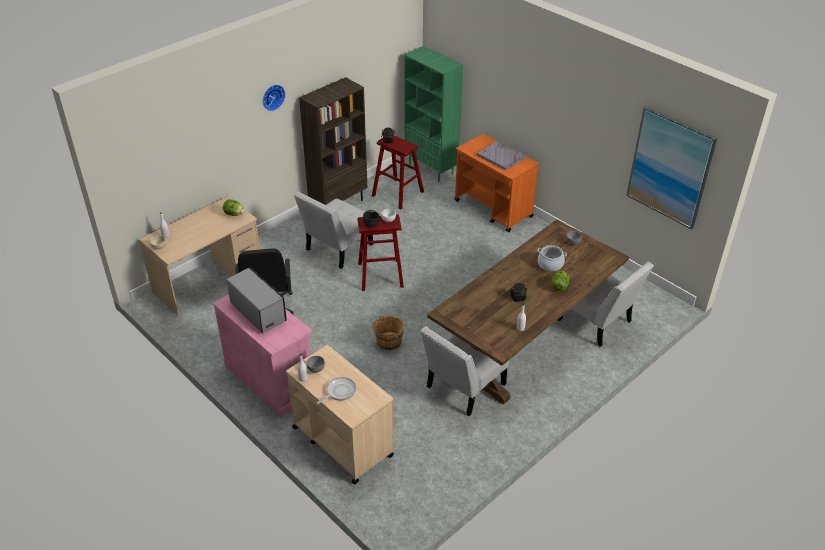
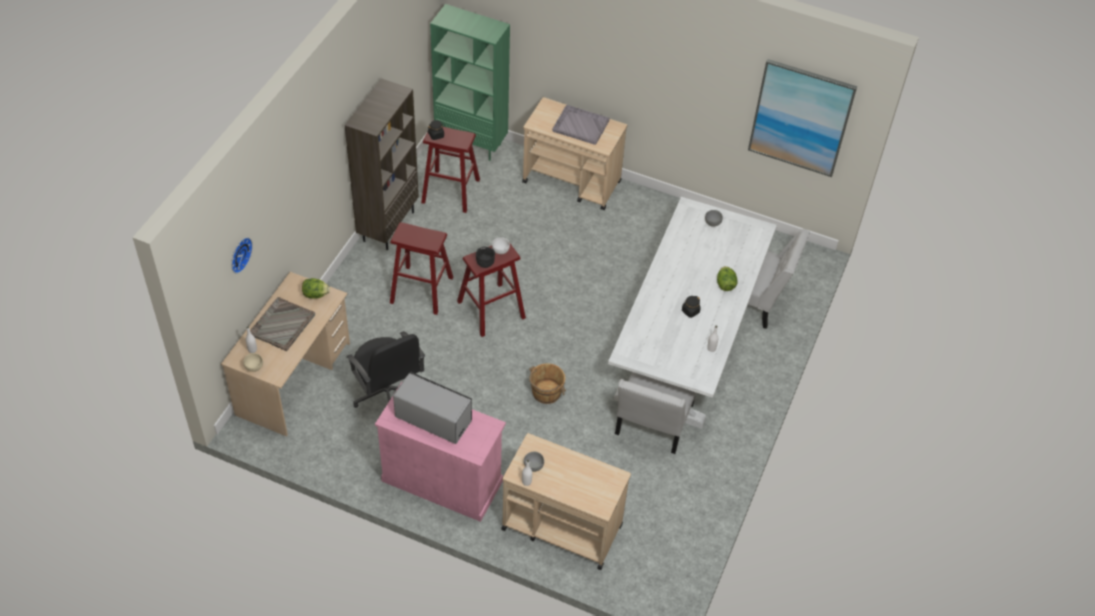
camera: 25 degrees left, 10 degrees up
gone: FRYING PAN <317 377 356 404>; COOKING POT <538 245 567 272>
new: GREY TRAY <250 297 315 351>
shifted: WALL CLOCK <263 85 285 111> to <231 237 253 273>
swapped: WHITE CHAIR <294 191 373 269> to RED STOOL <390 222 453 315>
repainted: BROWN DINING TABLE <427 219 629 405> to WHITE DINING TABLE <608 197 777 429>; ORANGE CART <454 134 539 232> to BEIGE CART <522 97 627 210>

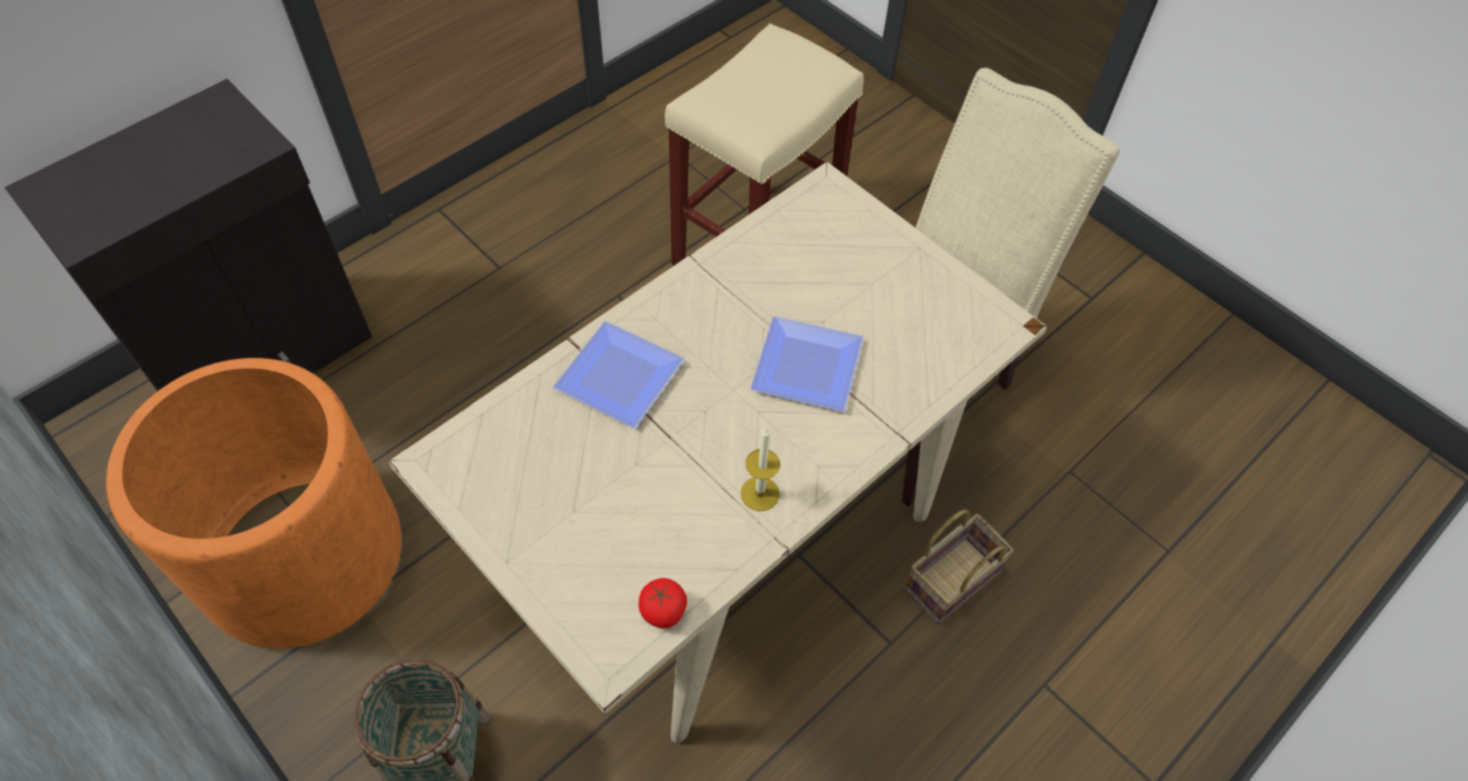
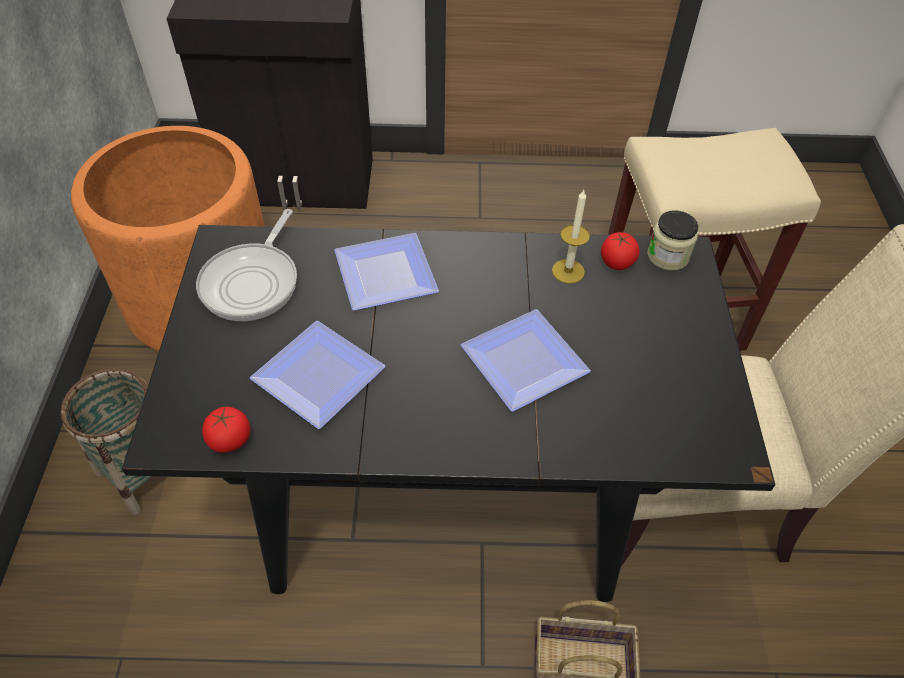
camera: 45 degrees right, 5 degrees down
new: FRYING PAN <196 209 297 321>; PLATE <250 321 385 429>; TOMATO <601 232 640 270>; JAR <647 211 698 270>
shifted: CANDLE <741 427 780 511> to <552 190 590 284>
repainted: BEIGE DINING TABLE <388 162 1047 743> to BLACK DINING TABLE <122 225 775 602>

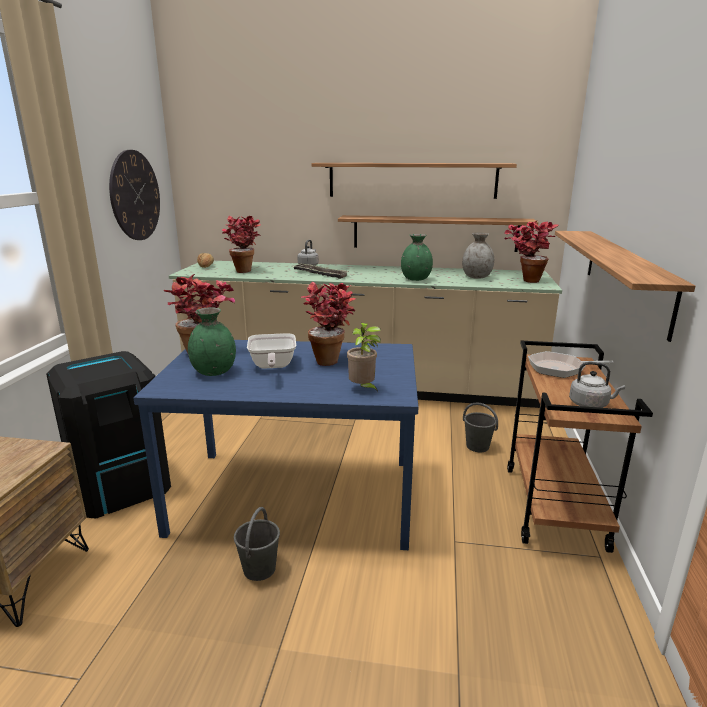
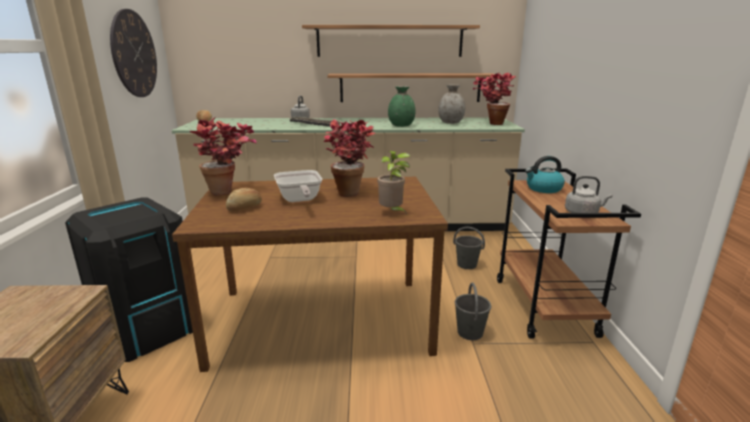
camera: 10 degrees left, 0 degrees up
gone: POTTED PLANT <222 216 261 273>; SHELF <555 231 695 342>
shifted: GREY BUCKET <234 507 280 581> to <455 282 491 340>
swapped: GREEN VASE <188 308 236 376> to BREAD <226 188 262 212>; FRYING PAN <528 351 614 378> to KETTLE <525 156 565 193>
repainted: BLUE DINING TABLE <133 340 418 550> to BROWN DINING TABLE <172 177 448 372>

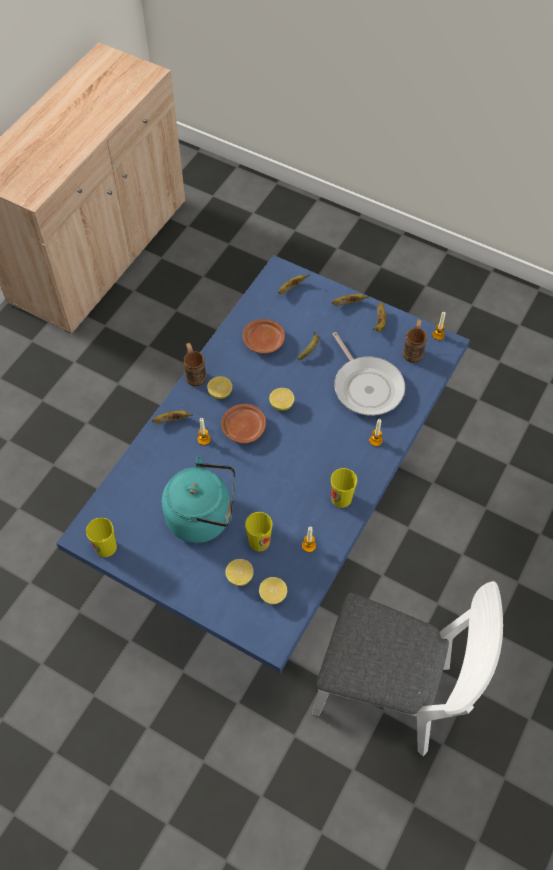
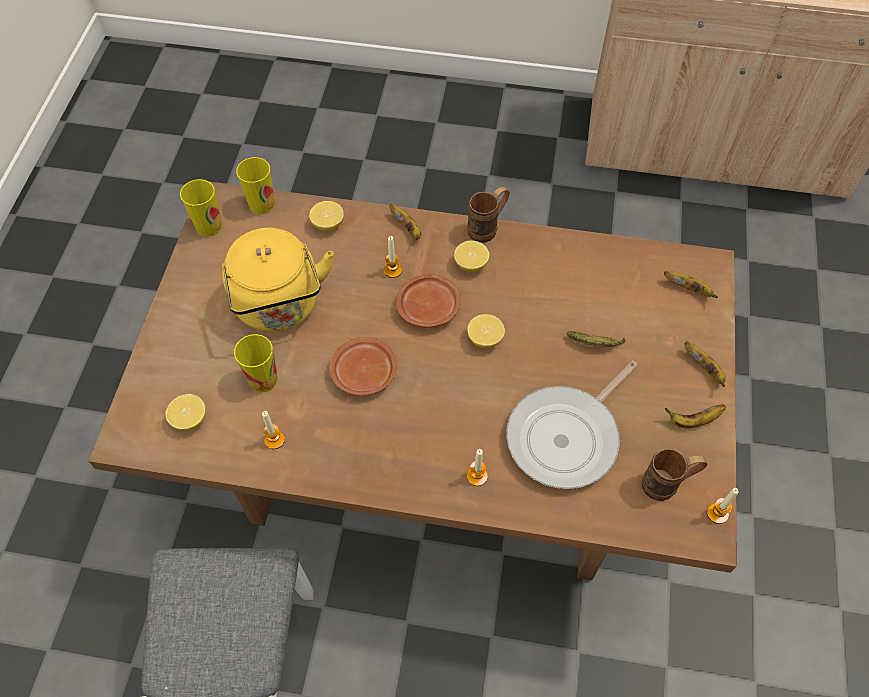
camera: 70 degrees right, 0 degrees up
shifted: LEMON <225 559 254 586> to <309 201 344 231>; BROWN PLATE <243 319 285 354> to <329 337 397 396>; CUP <331 468 357 508> to <236 157 275 214>
repainted: BLUE DINING TABLE <56 255 470 673> to BROWN DINING TABLE <88 181 737 581>; TURQUOISE KETTLE <162 456 235 543> to YELLOW KETTLE <222 228 334 332>

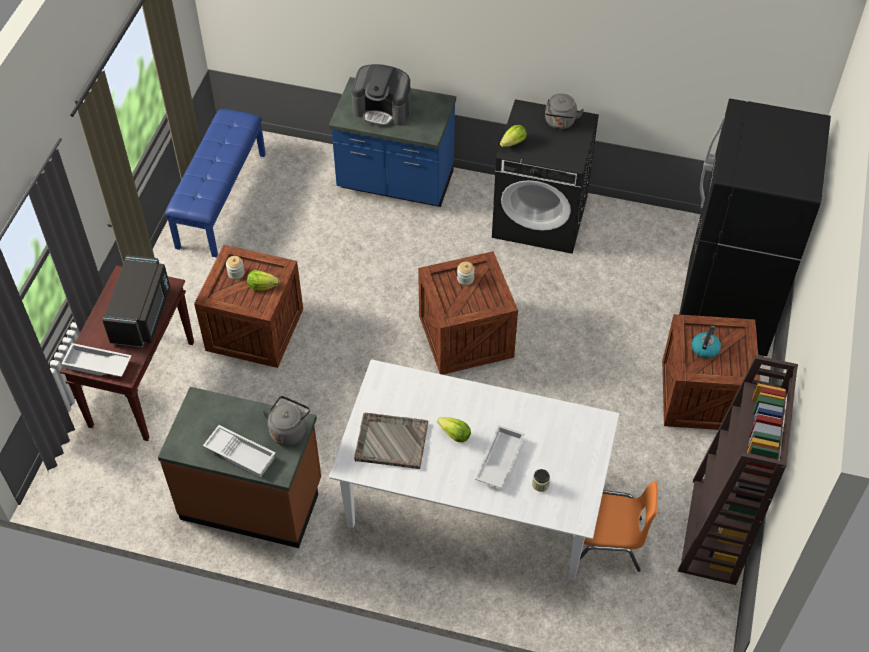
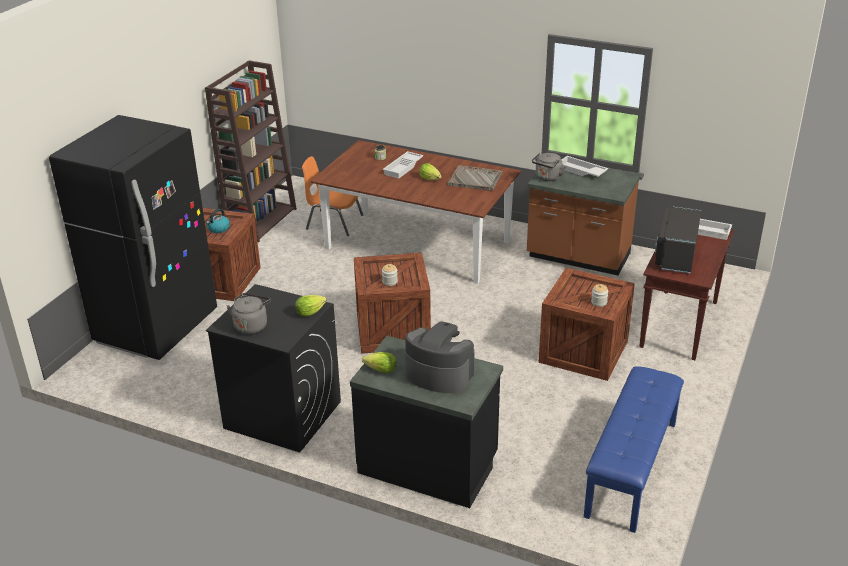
camera: 170 degrees left, 20 degrees down
shifted: LETTUCE <247 270 280 290> to <362 352 396 373>
repainted: BLUE COUNTER <329 77 456 207> to BLACK COUNTER <350 336 503 508>; WHITE DINING TABLE <329 359 619 580> to BROWN DINING TABLE <311 140 521 284>

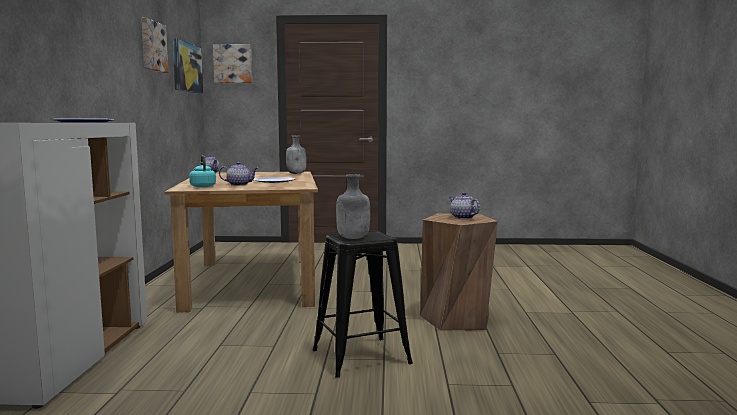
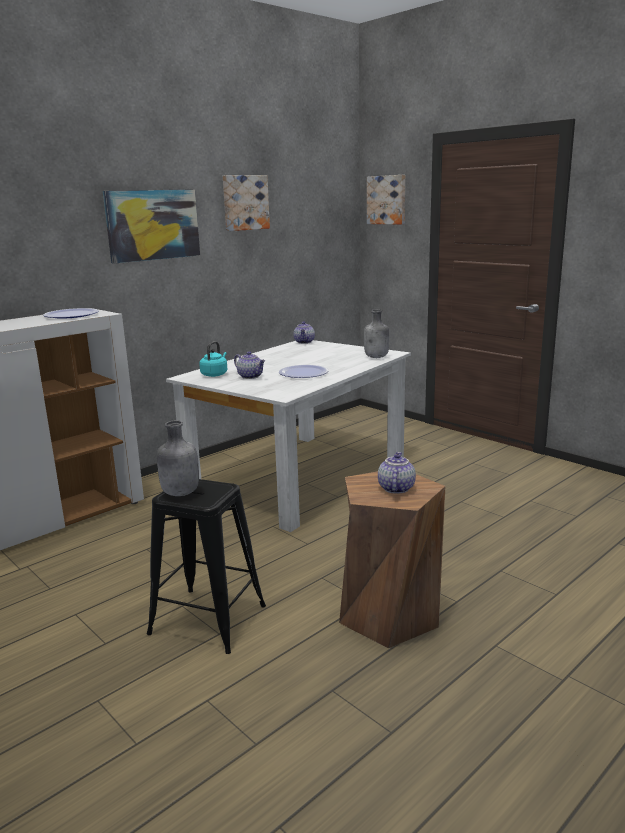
camera: 45 degrees right, 10 degrees up
shifted: PICTURE <173 38 203 93> to <103 189 200 263>
repainted: BROWN DINING TABLE <165 171 318 313> to WHITE DINING TABLE <166 340 411 532>

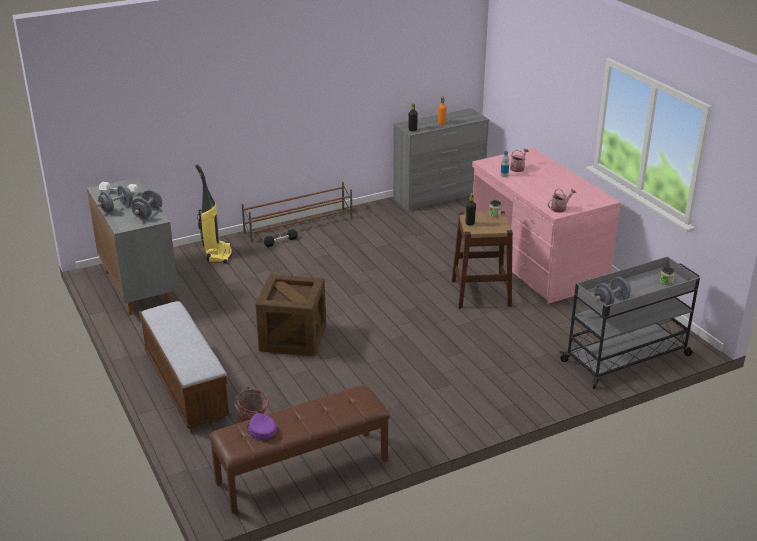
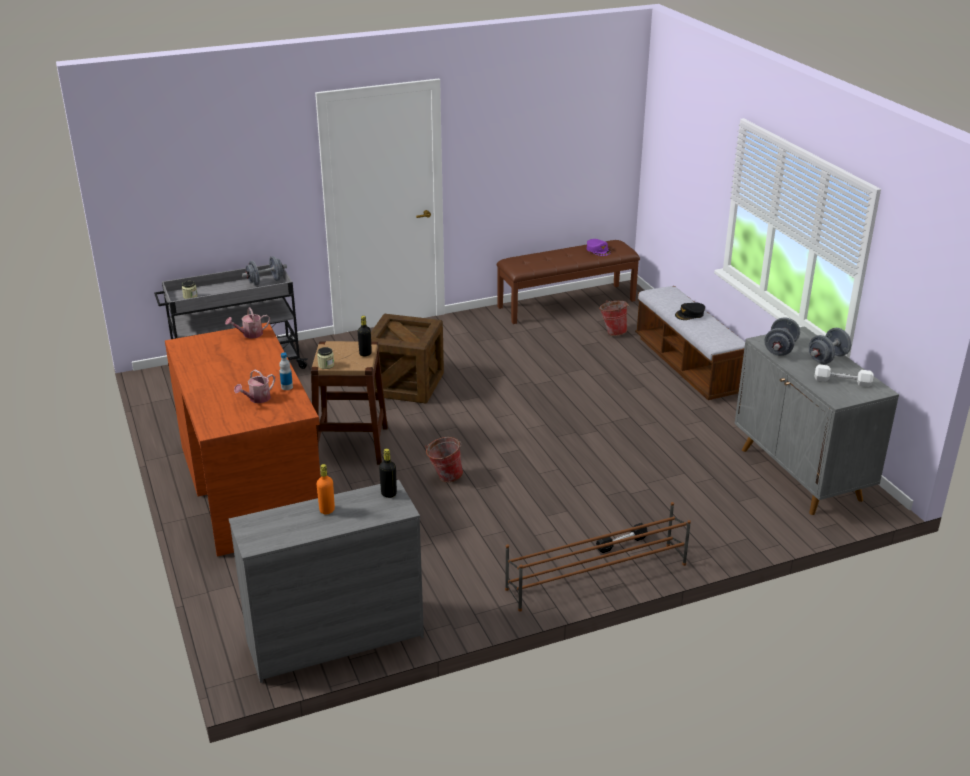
camera: 175 degrees left, 0 degrees up
gone: VACUUM CLEANER <195 164 232 263>
new: BUCKET <425 437 463 483>; BLACK CAP <675 302 705 320>
shifted: CRATE <255 274 326 356> to <367 314 444 404>
repainted: PINK DESK <472 148 621 304> to BROWN DESK <165 322 321 557>

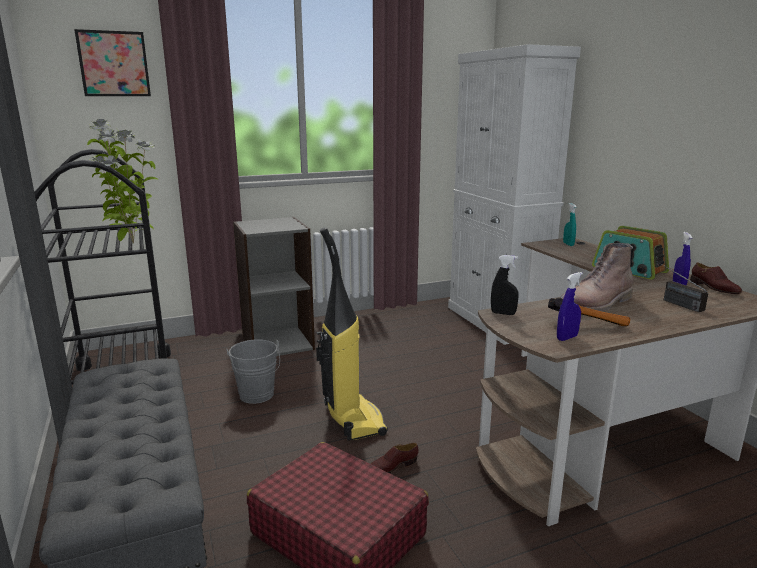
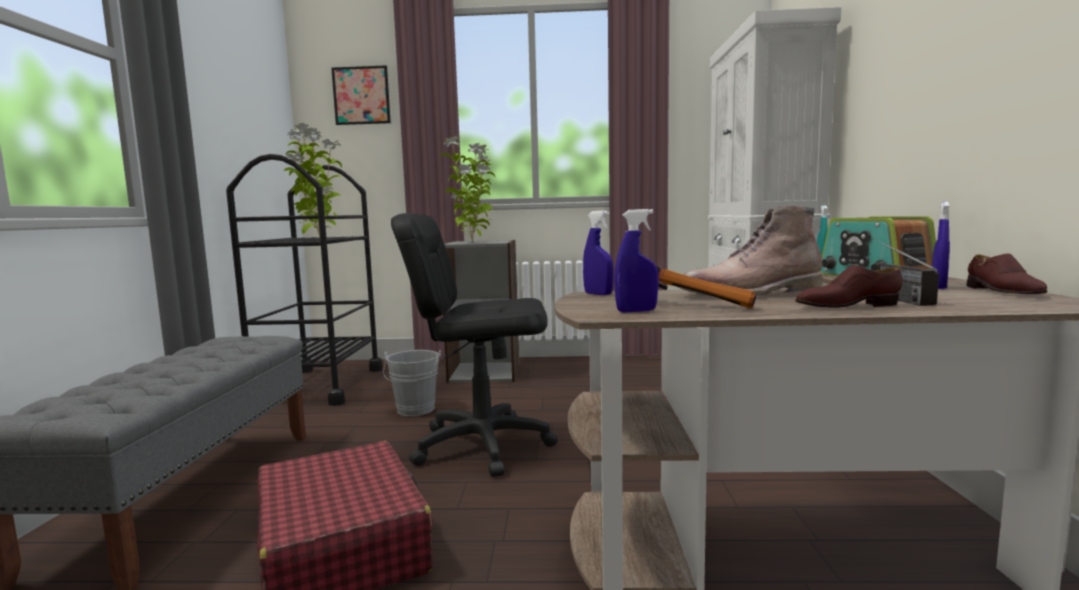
camera: 25 degrees right, 10 degrees down
new: POTTED PLANT <440 136 496 242>
shifted: BROWN SHOE <371 443 419 473> to <795 264 903 308>
swapped: VACUUM CLEANER <316 227 388 441> to BLACK OFFICE CHAIR <391 213 557 477>
repainted: BLACK SPRAY BOTTLE <491 255 519 315> to BLUE SPRAY BOTTLE <583 210 614 295>

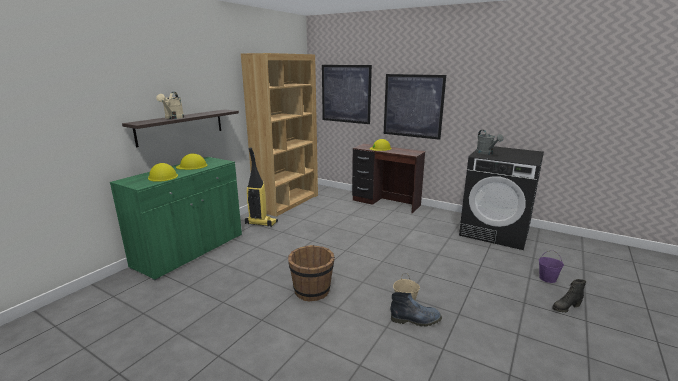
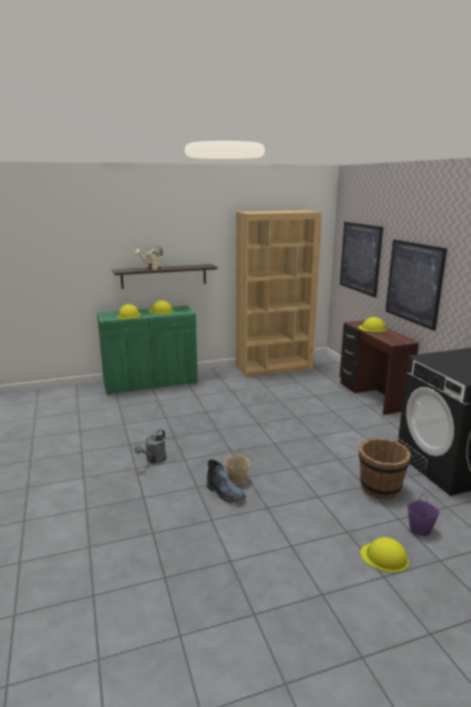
camera: 40 degrees right, 0 degrees up
gone: VACUUM CLEANER <245 148 278 227>
shifted: BROWN BUCKET <288 245 335 302> to <359 438 411 499>; GREY WATERING CAN <476 130 504 154> to <135 429 166 463>
swapped: BLACK BOOT <552 279 586 312> to YELLOW HARD HAT <361 537 409 573>

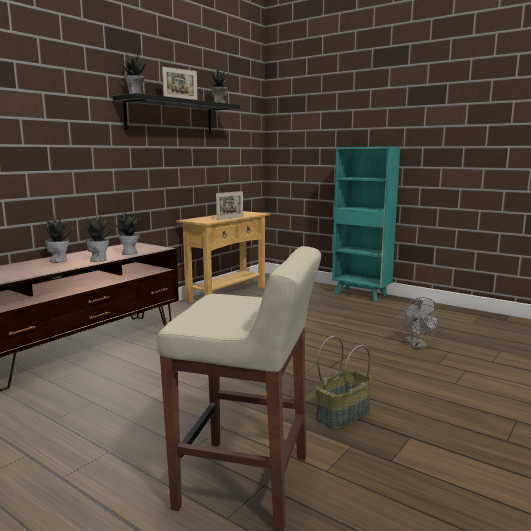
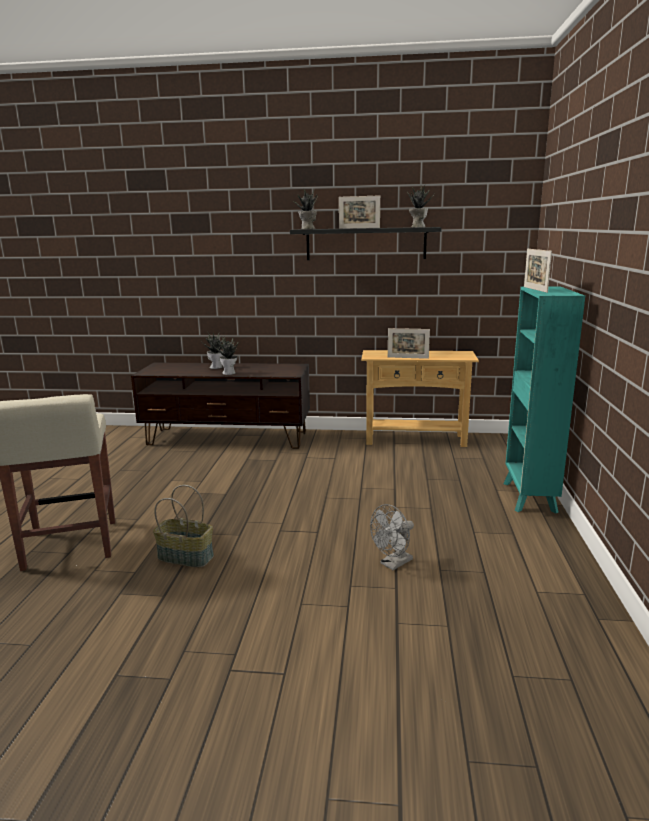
camera: 60 degrees right, 5 degrees up
gone: POTTED PLANT <111 210 141 255>
new: PICTURE FRAME <524 249 552 293>

